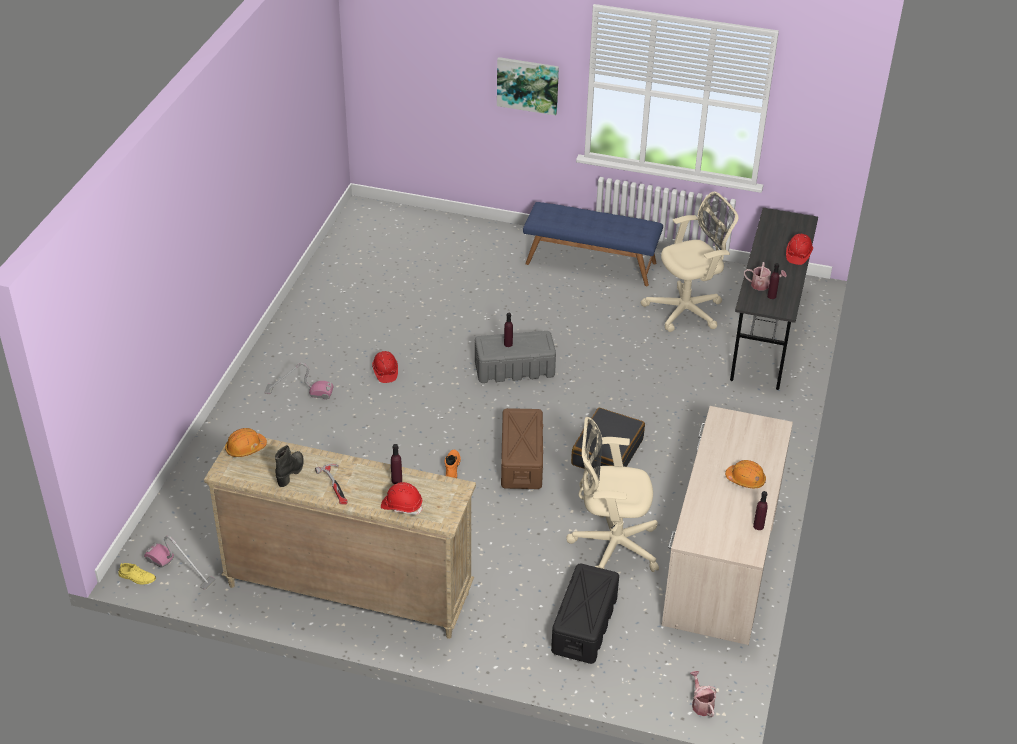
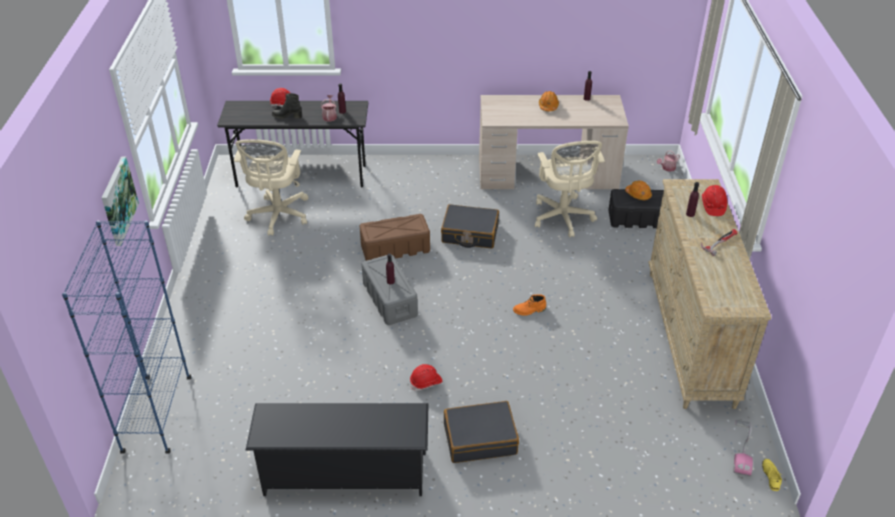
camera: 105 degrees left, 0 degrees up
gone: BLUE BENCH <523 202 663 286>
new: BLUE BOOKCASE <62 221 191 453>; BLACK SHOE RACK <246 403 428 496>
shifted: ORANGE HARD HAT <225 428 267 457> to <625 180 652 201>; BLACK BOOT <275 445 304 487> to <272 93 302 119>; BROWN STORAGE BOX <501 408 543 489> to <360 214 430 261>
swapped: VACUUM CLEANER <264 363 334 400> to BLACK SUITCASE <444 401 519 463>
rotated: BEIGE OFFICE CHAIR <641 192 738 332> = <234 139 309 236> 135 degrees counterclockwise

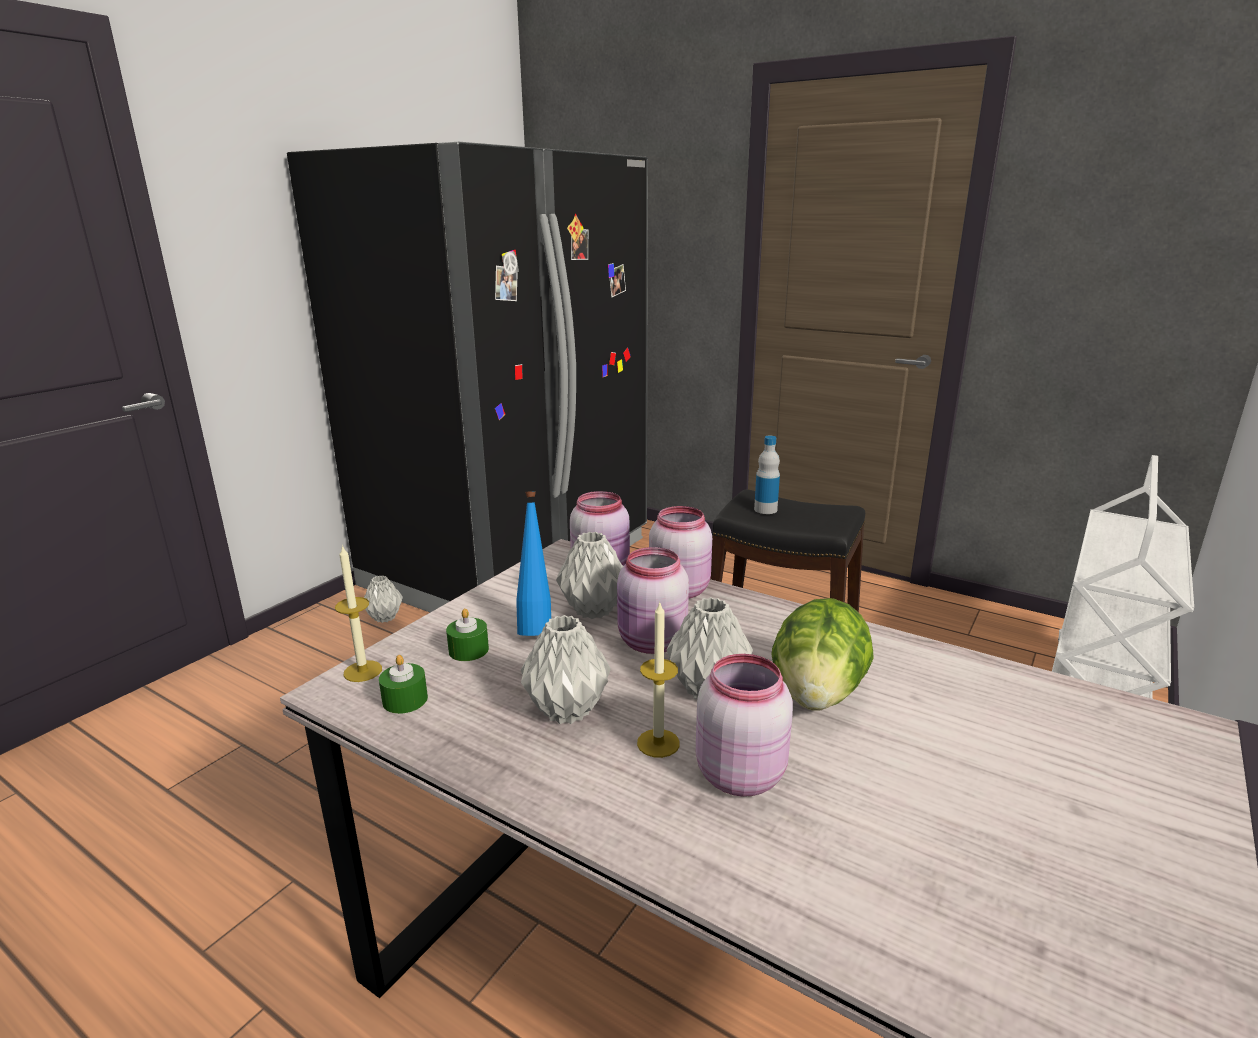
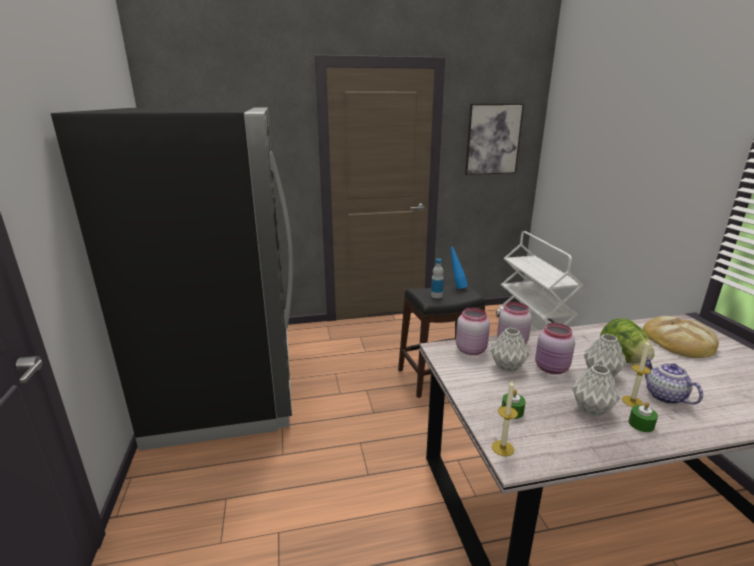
camera: 45 degrees left, 0 degrees up
gone: GREY VASE <364 575 403 623>
new: PICTURE <465 104 524 175>; BREAD <643 316 719 358>
shifted: GREEN CANDLE <379 655 428 714> to <629 402 658 432>; BLUE BOTTLE <516 491 551 636> to <449 243 468 289>
swapped: PINK JAR <696 654 793 797> to TEAPOT <645 358 703 404>

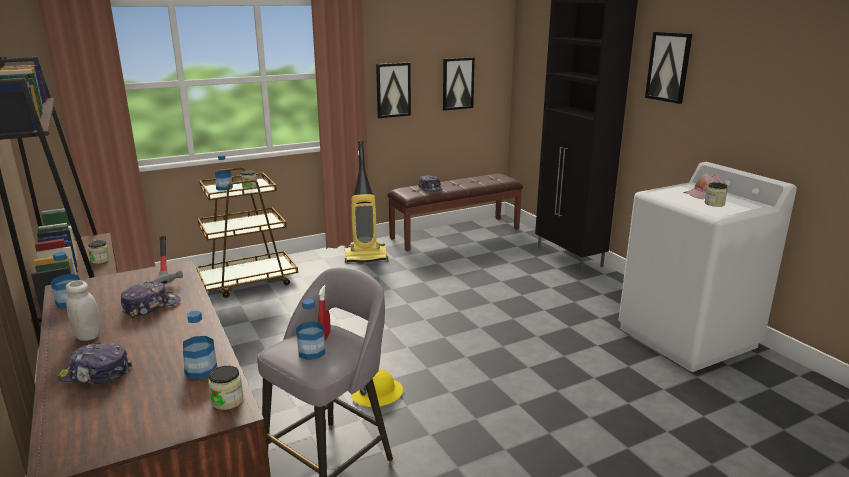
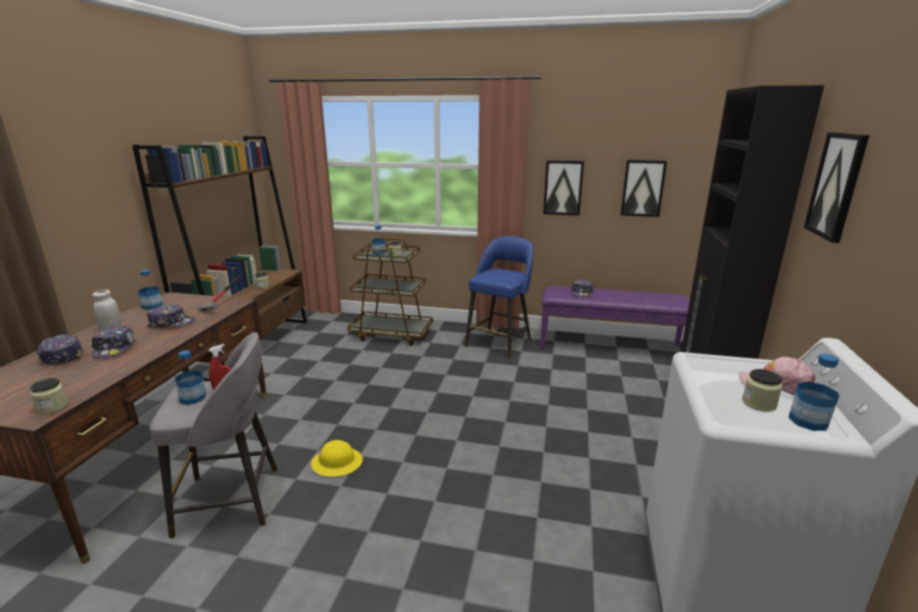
camera: 40 degrees right, 0 degrees up
new: CAP <91 326 135 358>
shifted: BOTTLE <183 311 217 379> to <788 354 840 431>
swapped: VACUUM CLEANER <345 141 388 262> to BLUE STOOL <465 236 533 359>
repainted: BROWN BENCH <388 174 523 251> to PURPLE BENCH <540 286 690 349>

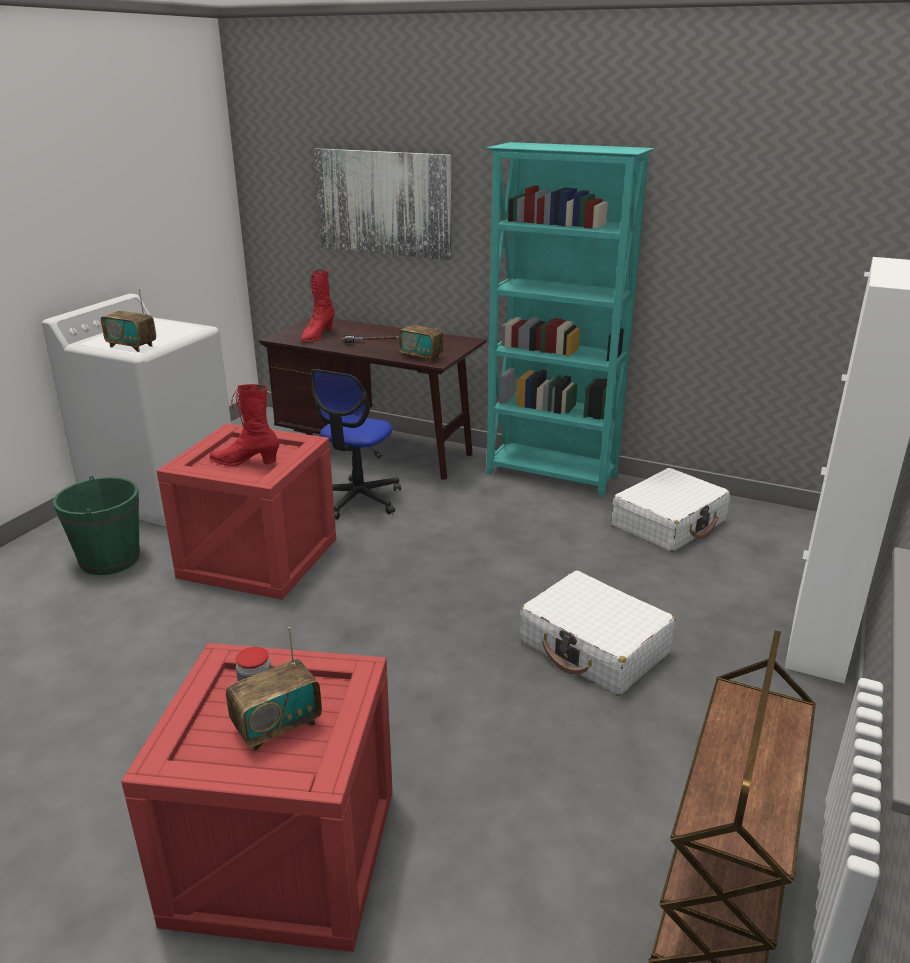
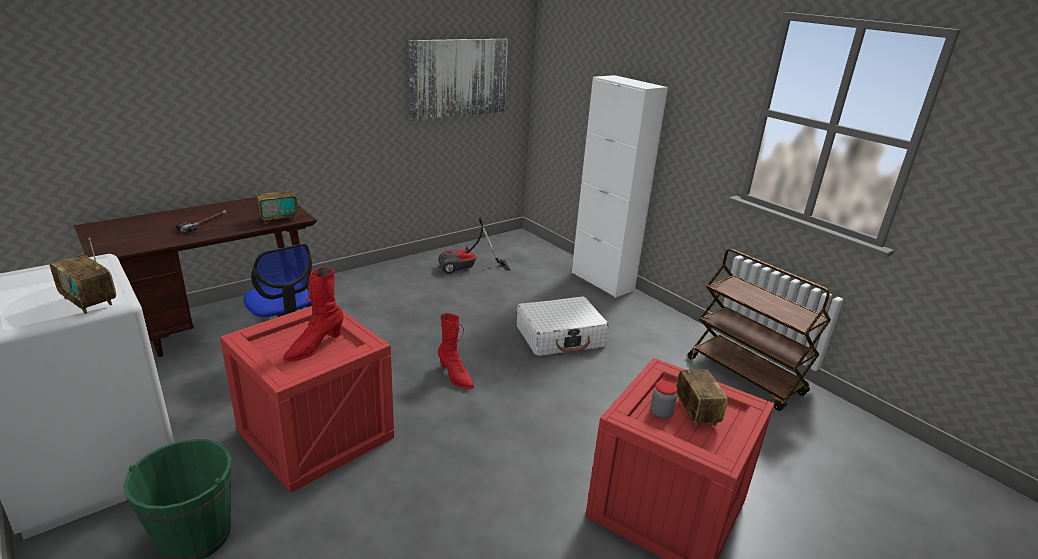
camera: 65 degrees left, 0 degrees up
gone: TURQUOISE BOOKCASE <486 142 654 498>
shifted: RED BOOT <300 269 335 342> to <438 313 474 389>; PICTURE <314 148 451 260> to <408 39 508 121>
swapped: WHITE SUITCASE <612 468 730 552> to VACUUM CLEANER <439 216 510 274>
rotated: RADIO <101 289 156 352> = <50 238 116 314> 75 degrees clockwise

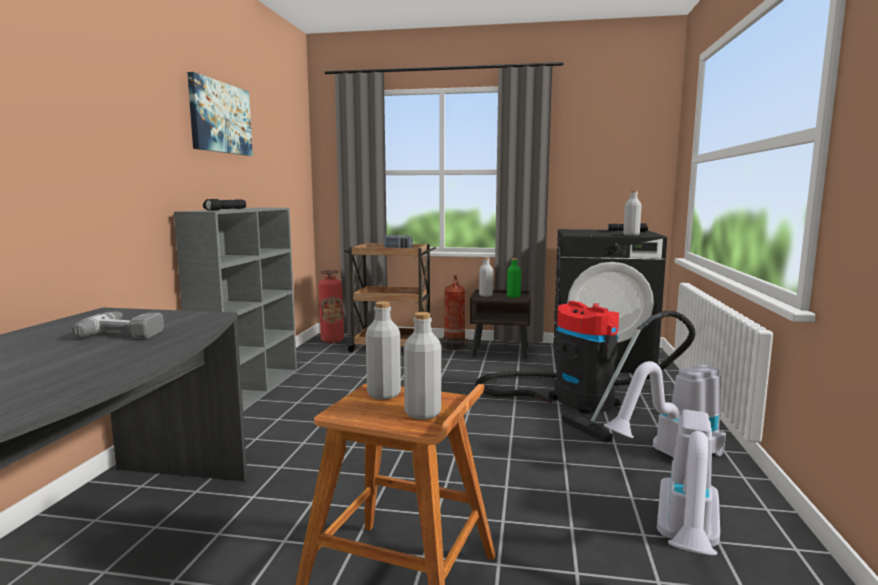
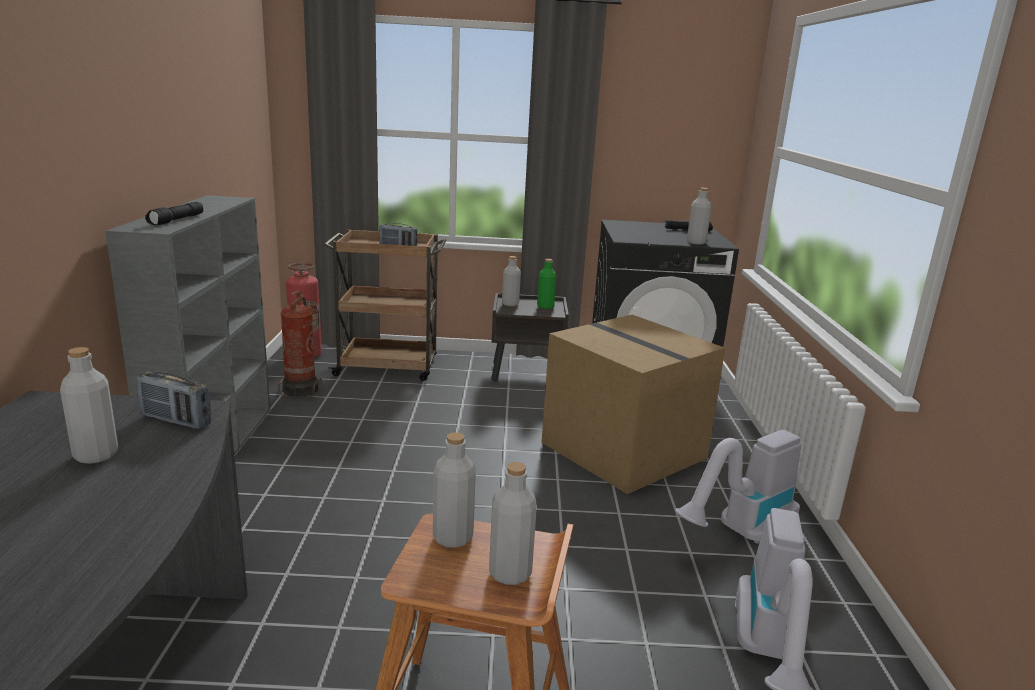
camera: 10 degrees left, 10 degrees up
gone: PICTURE <187 72 253 156>
new: RADIO <136 372 211 429>
shifted: FIRE EXTINGUISHER <440 275 468 350> to <278 291 322 397>
swapped: POWER DRILL <72 311 164 339> to GREY BOTTLE <60 347 118 464>; VACUUM CLEANER <475 301 695 442> to CARDBOARD BOX <542 315 725 494>

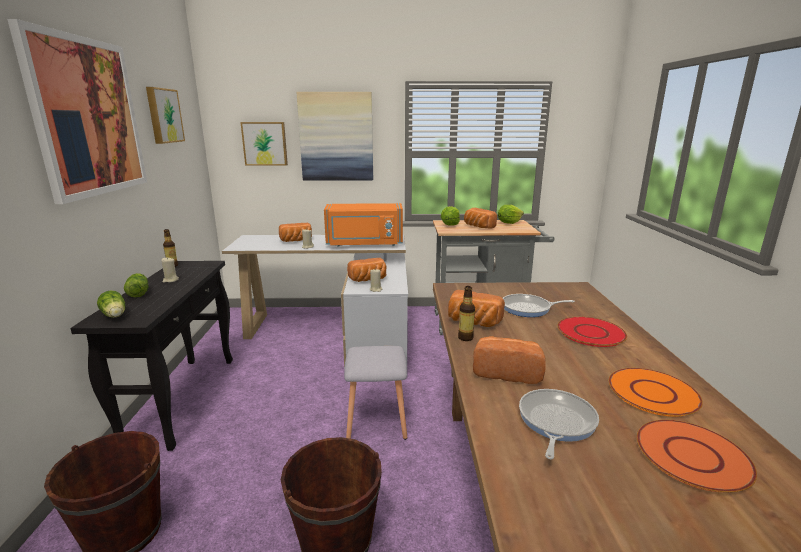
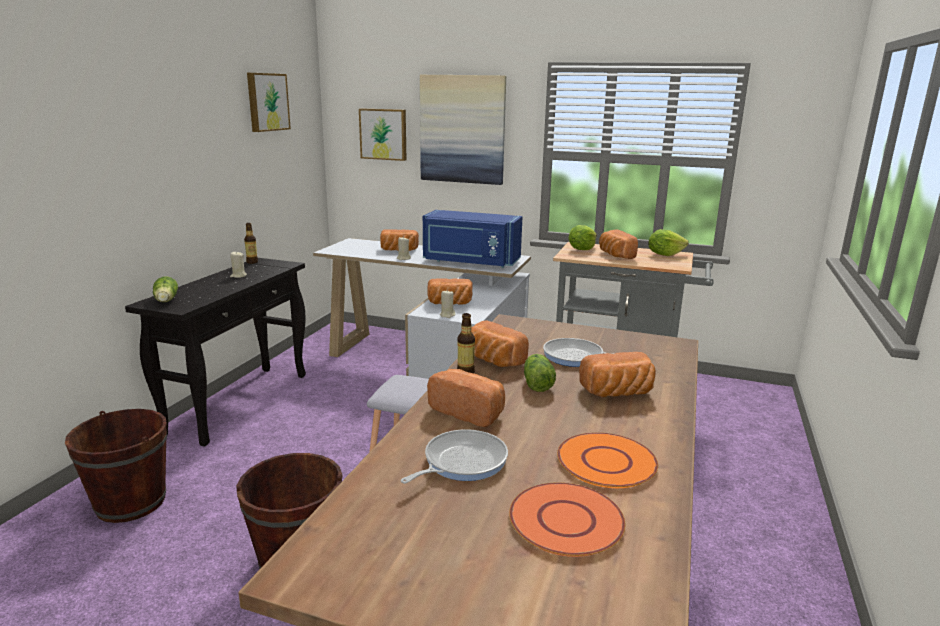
camera: 20 degrees right, 0 degrees up
gone: PICTURE <7 19 147 204>
shifted: LETTUCE <124 273 148 298> to <524 354 556 392>
swapped: RED PLATE <557 316 627 347> to BREAD <579 352 656 397>
repainted: ORANGE MICROWAVE <324 203 403 247> to BLUE MICROWAVE <423 210 523 268>

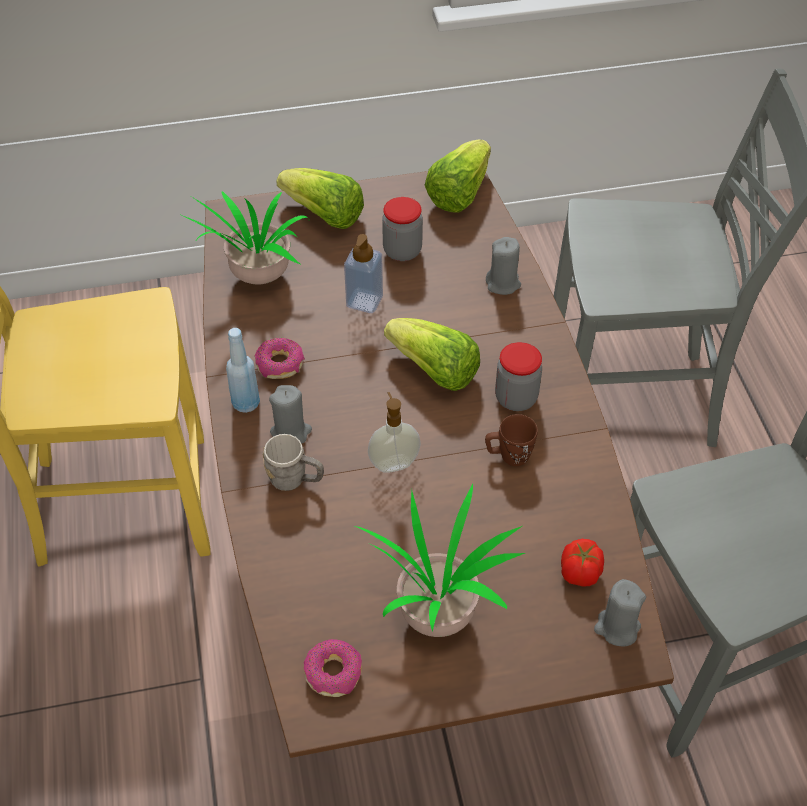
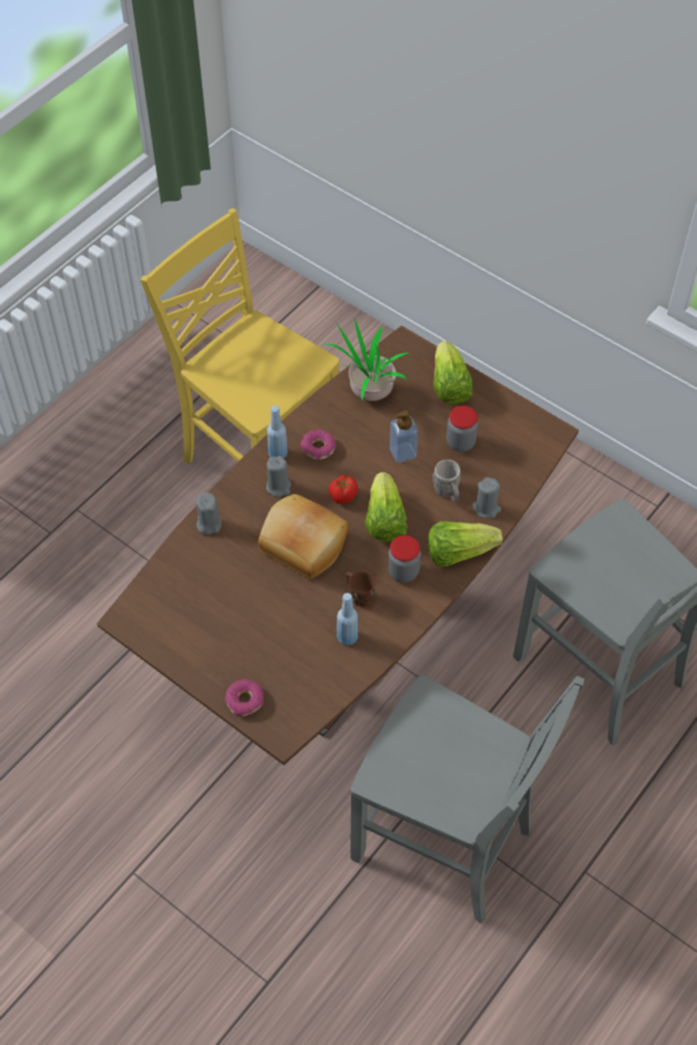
camera: 50 degrees right, 5 degrees up
gone: POTTED PLANT <355 484 525 637>
new: BLUE BOTTLE <337 593 358 645>
shifted: GREY MUG <263 434 324 491> to <432 460 461 502>; DONUT <304 639 362 697> to <225 679 264 716>; LETTUCE <425 140 491 213> to <428 521 503 566>; TOMATO <561 539 604 587> to <328 475 358 504>; GREY CANDLE <594 579 646 646> to <196 493 222 535>
swapped: SOAP DISPENSER <368 392 421 473> to BREAD <258 494 349 579>

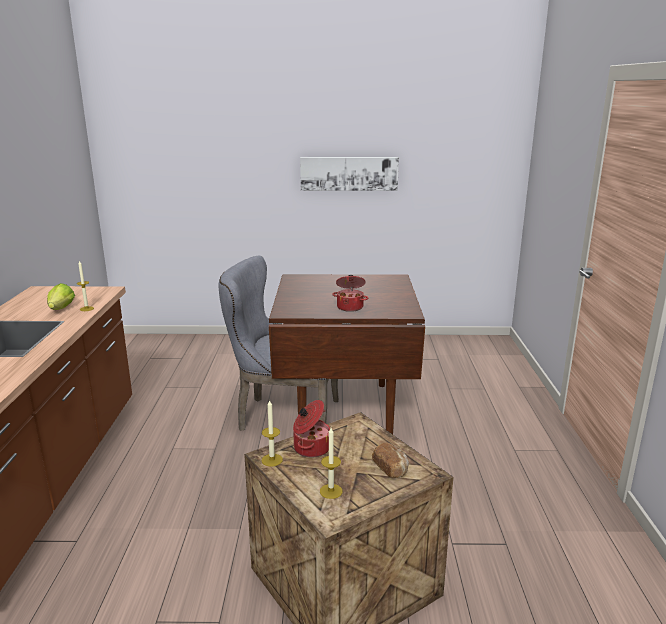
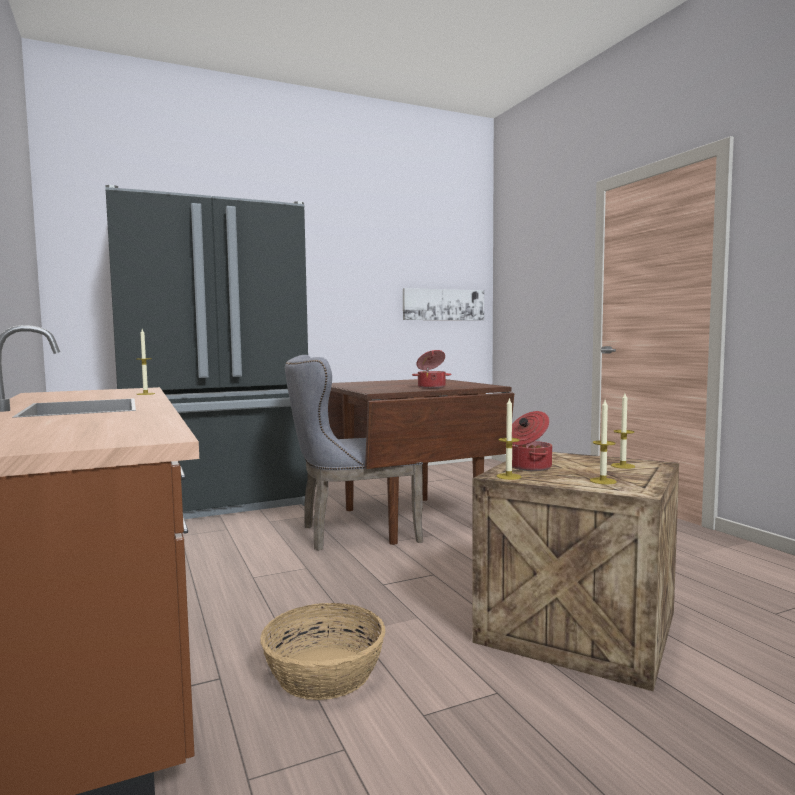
camera: 25 degrees left, 15 degrees down
gone: LETTUCE <47 283 75 310>
new: BLACK FRIDGE <105 185 308 519>; BASKET <260 603 385 700>
shifted: PICTURE <300 157 399 191> to <403 288 484 320>
swapped: BREAD <372 442 409 478> to CANDLE <611 393 635 469>

